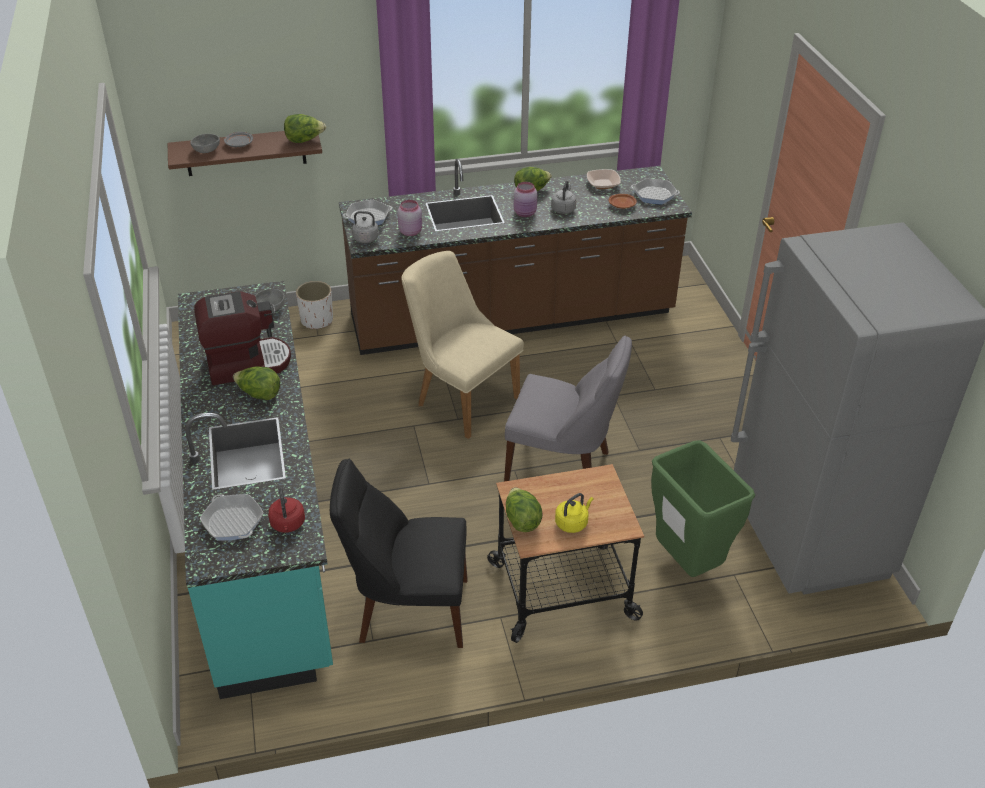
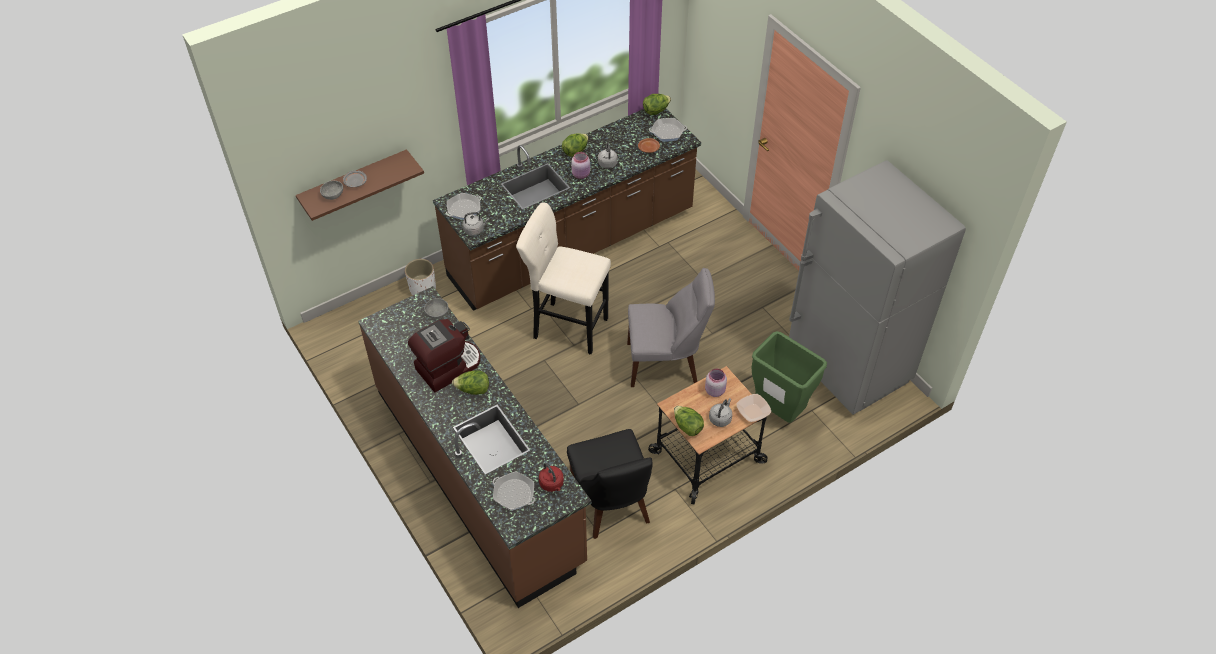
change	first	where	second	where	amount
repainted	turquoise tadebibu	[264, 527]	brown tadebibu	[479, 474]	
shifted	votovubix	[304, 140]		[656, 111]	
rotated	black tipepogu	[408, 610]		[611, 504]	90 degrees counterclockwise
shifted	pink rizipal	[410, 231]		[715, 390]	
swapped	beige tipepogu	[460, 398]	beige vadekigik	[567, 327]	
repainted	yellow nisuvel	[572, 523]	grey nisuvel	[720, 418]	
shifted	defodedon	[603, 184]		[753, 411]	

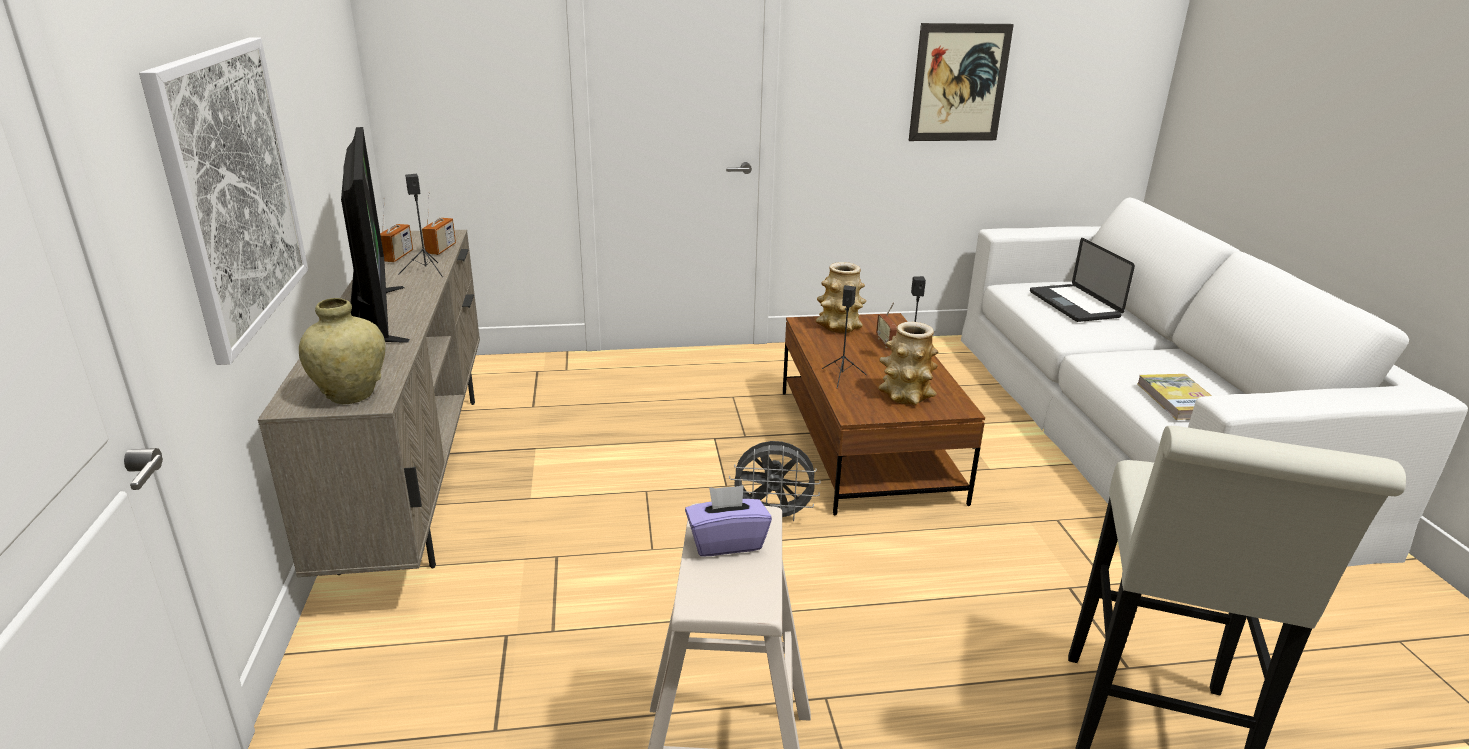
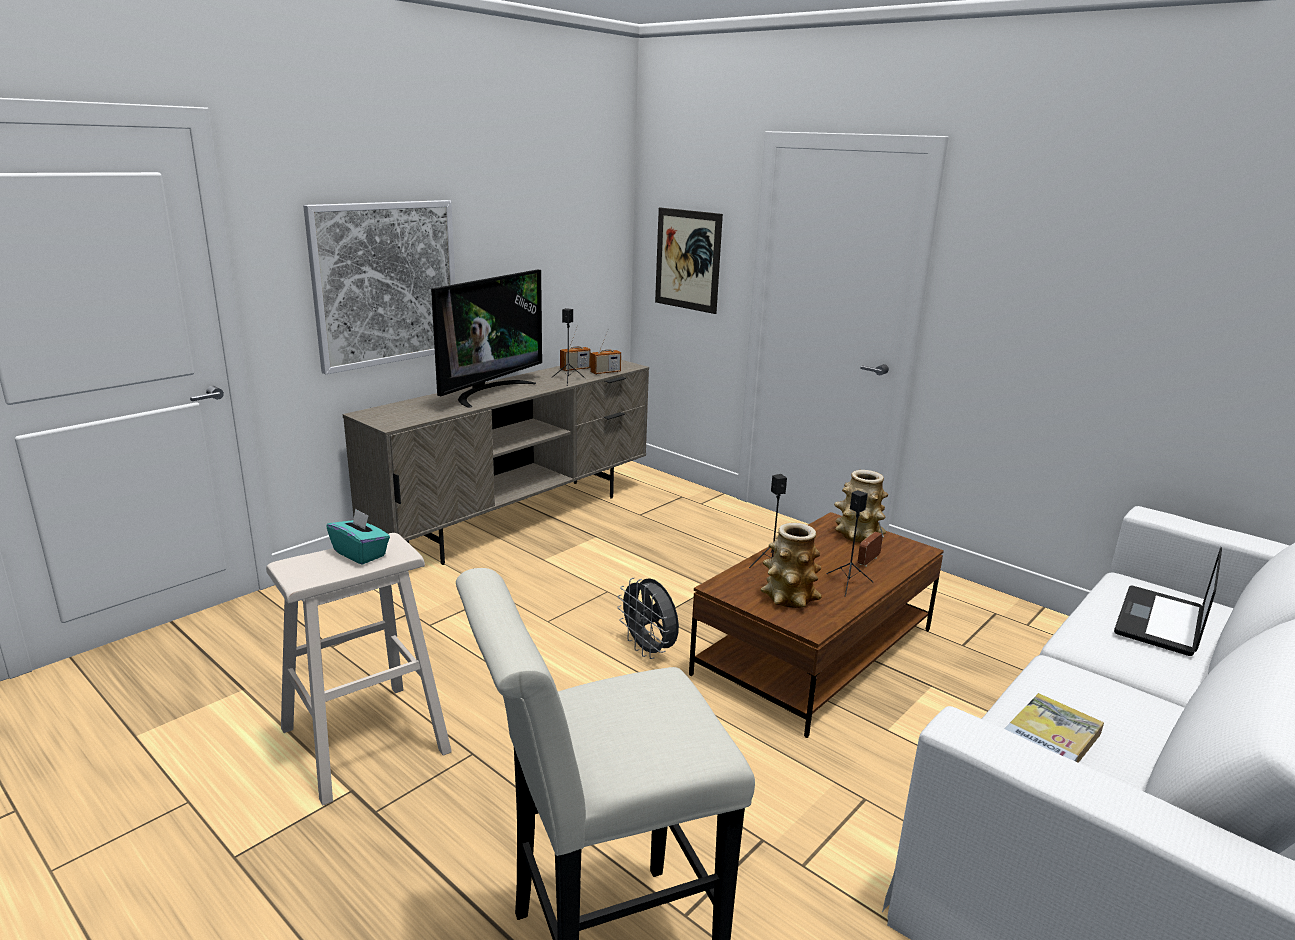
change	first	where	second	where	amount
gone	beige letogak	[351, 394]			
repainted	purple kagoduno	[726, 542]	turquoise kagoduno	[360, 553]	
shifted	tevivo	[959, 83]		[687, 260]	

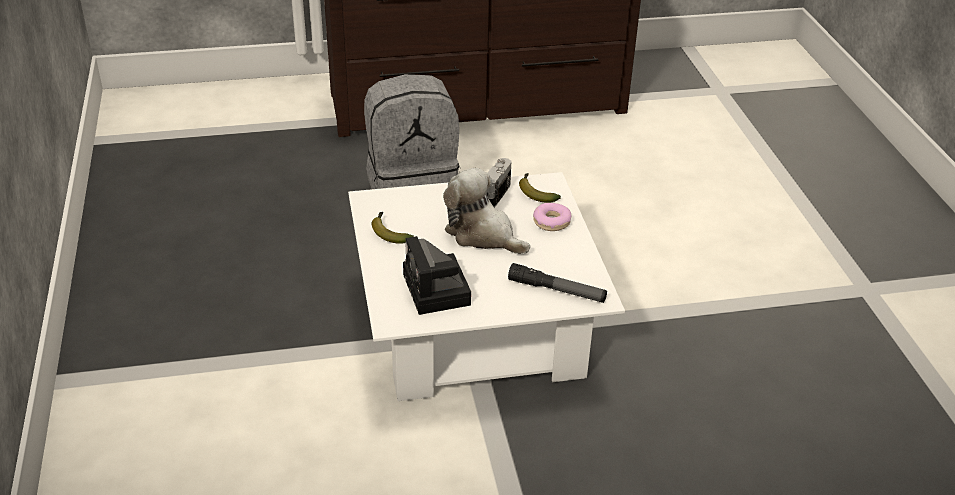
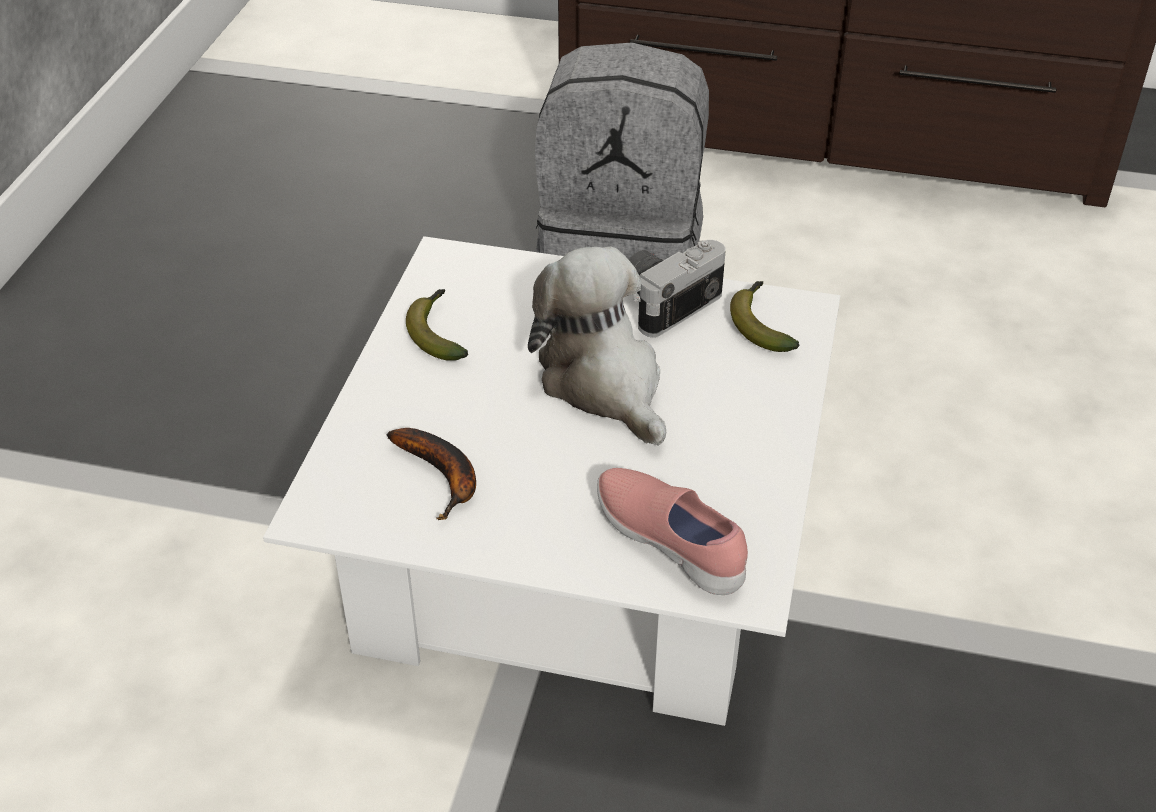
change	first	where	second	where	amount
swapped	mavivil	[438, 292]	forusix	[443, 476]	
swapped	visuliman	[557, 290]	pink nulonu	[671, 543]	
gone	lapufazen	[552, 222]			

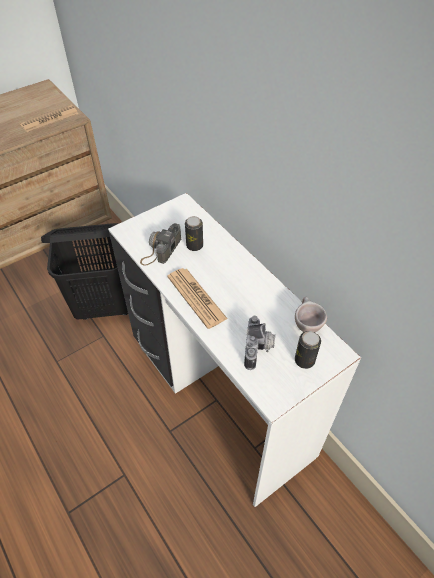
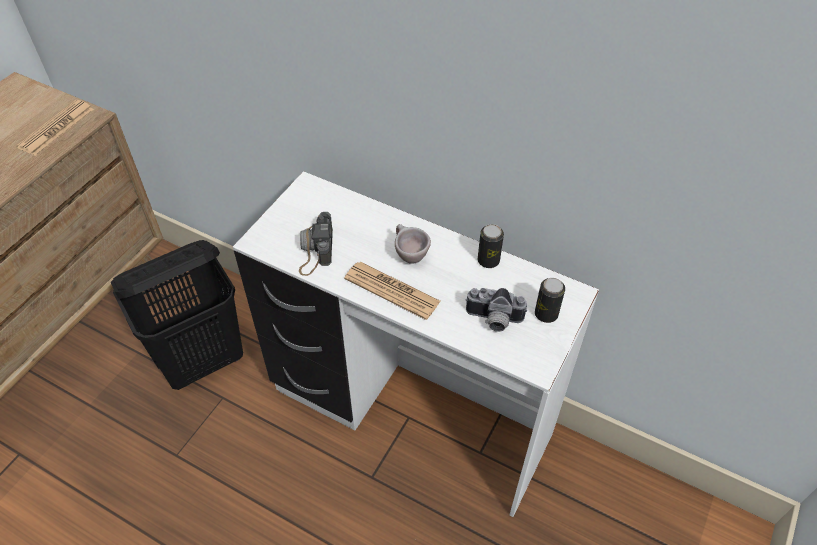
change	first	where	second	where	amount
shifted	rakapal	[194, 246]		[488, 260]	
rotated	mavivil	[259, 349]		[493, 320]	120 degrees clockwise
shifted	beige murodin	[306, 324]		[408, 255]	

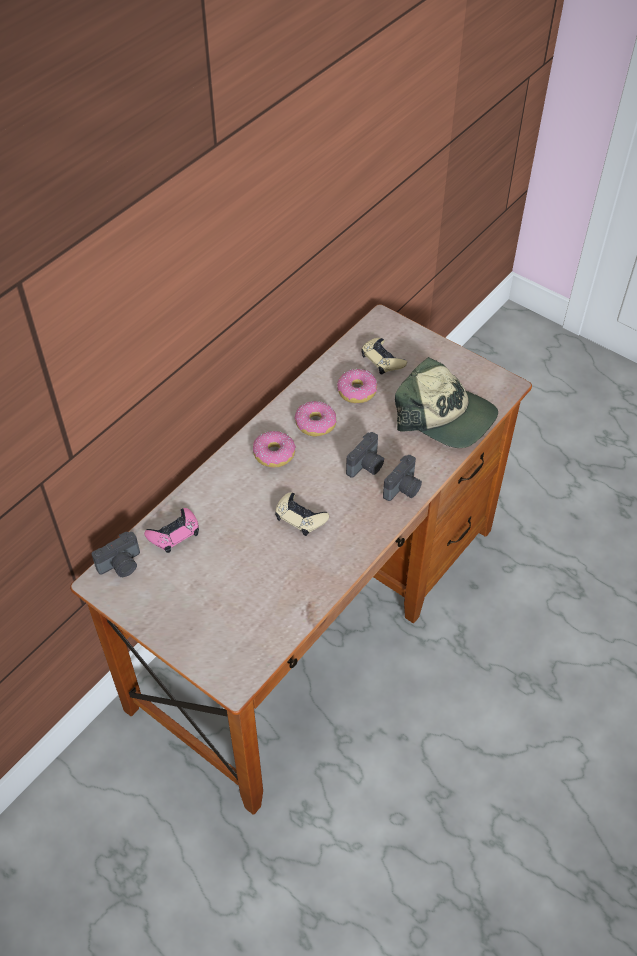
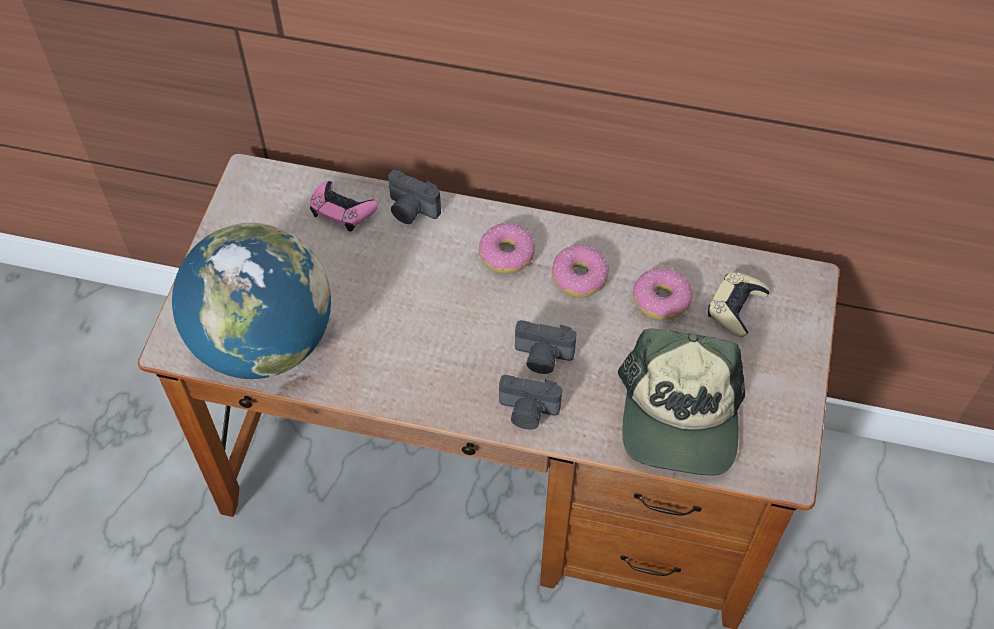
change	first	where	second	where	amount
shifted	mavivil	[121, 565]		[411, 210]	
gone	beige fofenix	[300, 517]			
new			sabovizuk	[264, 342]	

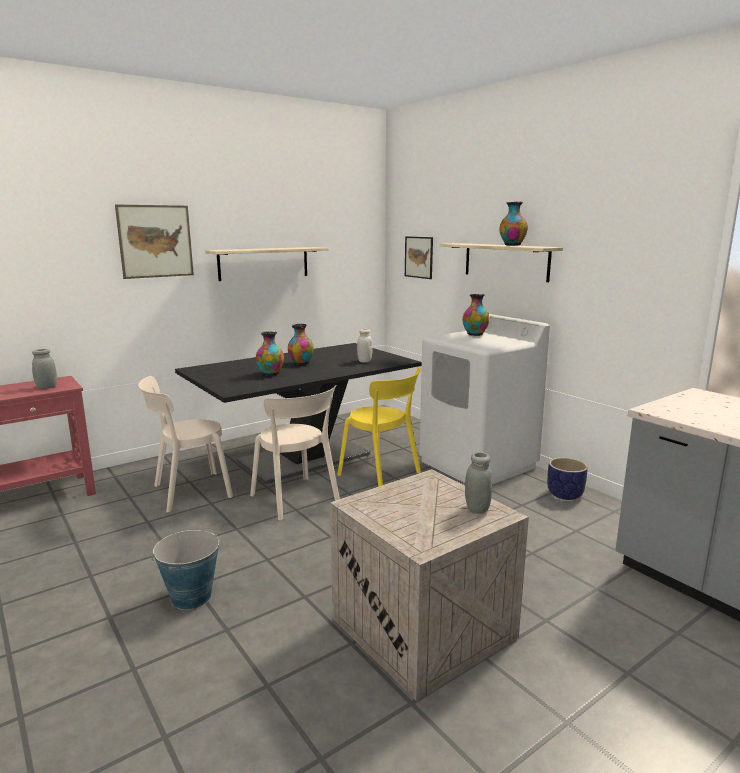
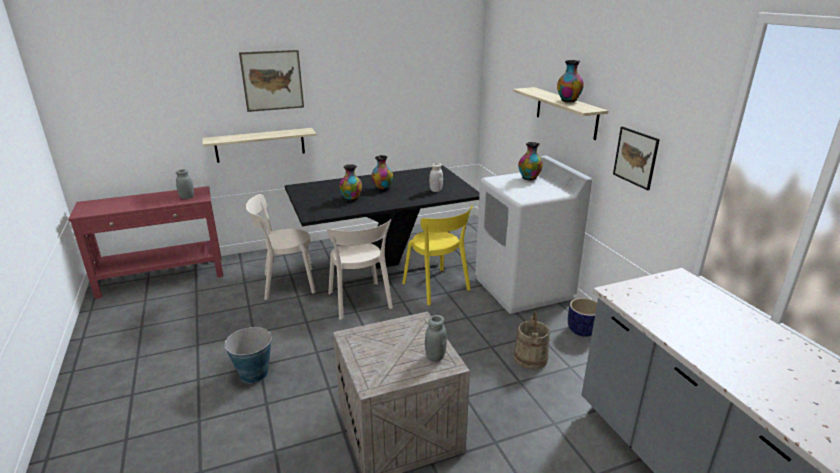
change	first	where	second	where	amount
shifted	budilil	[264, 263]		[260, 145]	
shifted	tevivo	[419, 257]		[635, 157]	
new			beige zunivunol	[530, 358]	

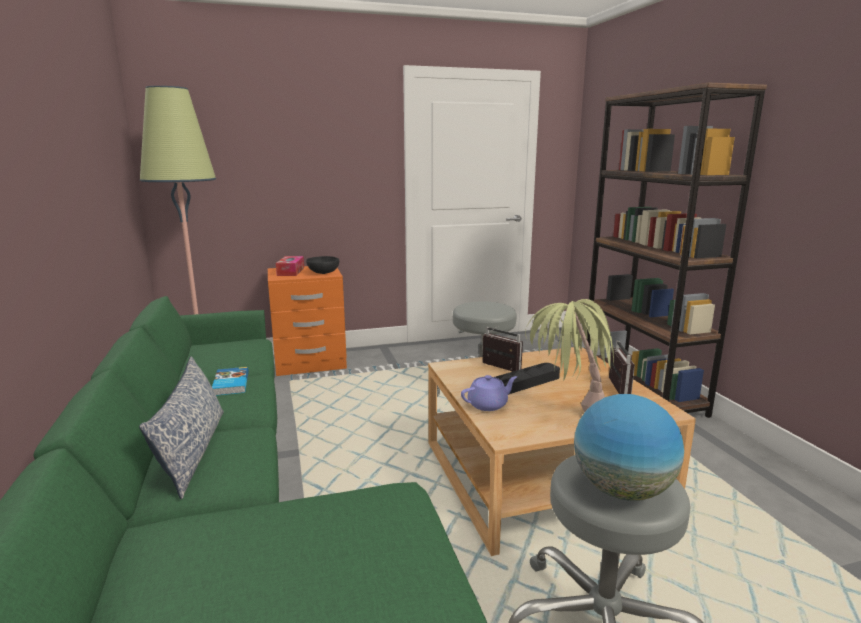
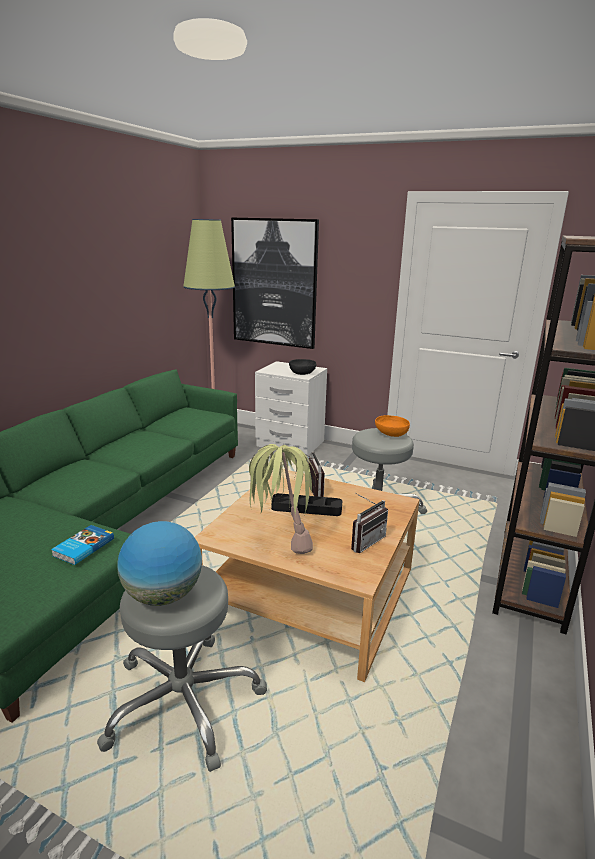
change	first	where	second	where	amount
gone	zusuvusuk	[193, 450]			
shifted	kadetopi	[230, 384]		[82, 547]	
repainted	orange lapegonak	[310, 363]	white lapegonak	[290, 444]	
gone	kagoduno	[290, 271]			
gone	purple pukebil	[488, 405]			
new			tevivo	[274, 283]	
new			orange defodedon	[390, 434]	

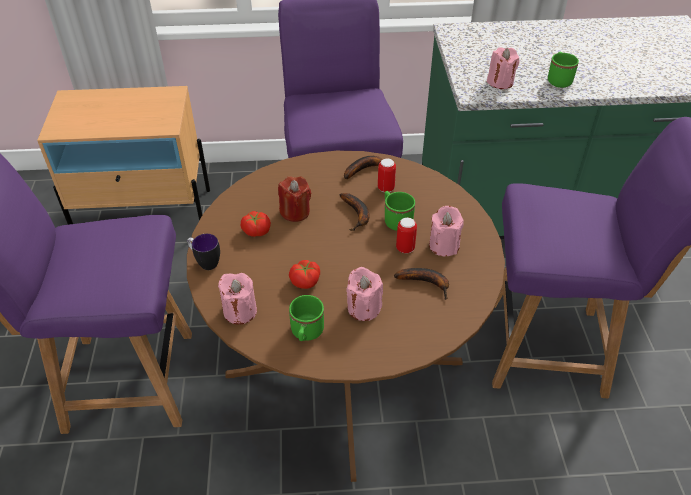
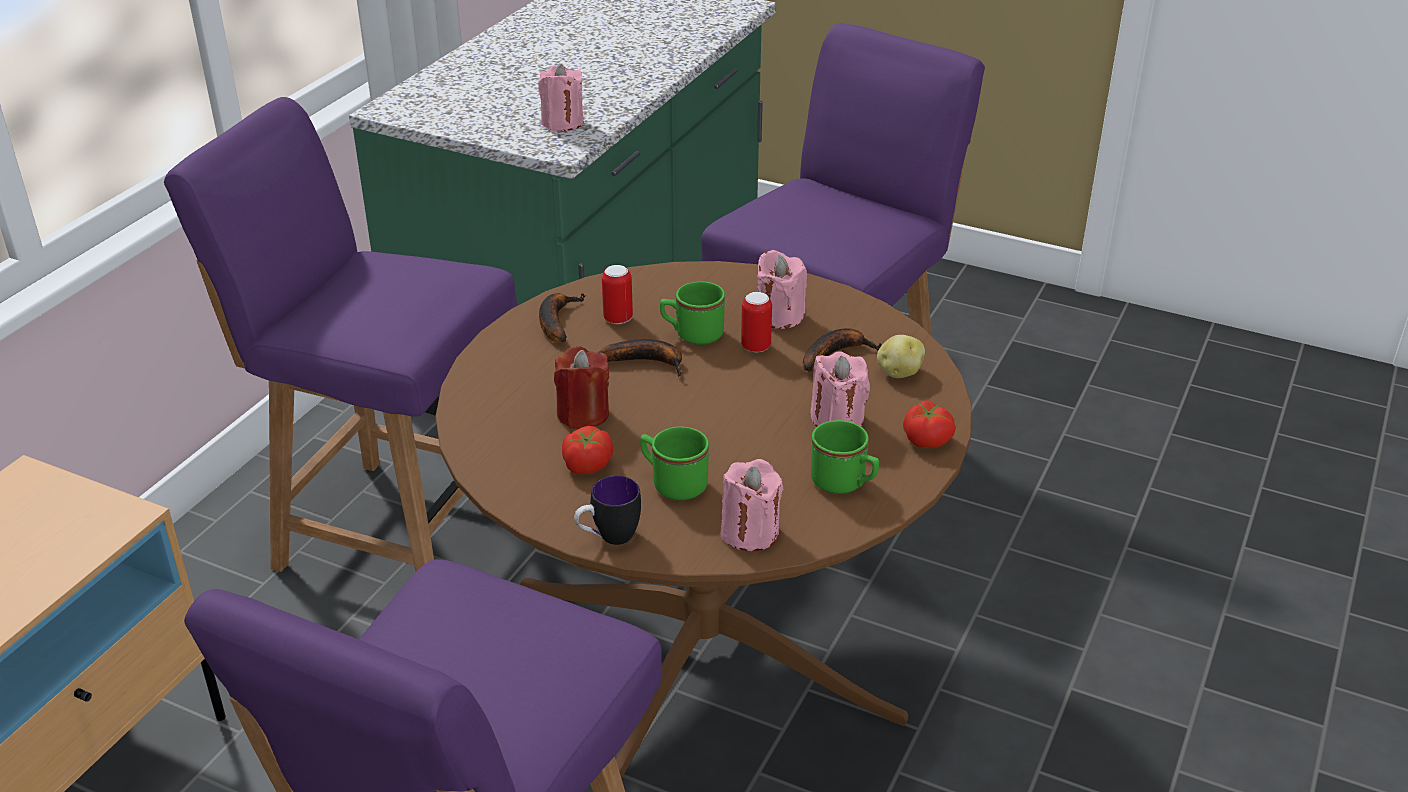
change	first	where	second	where	amount
shifted	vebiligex	[305, 281]		[927, 439]	
shifted	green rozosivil	[558, 79]		[673, 483]	
new			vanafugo	[899, 372]	

